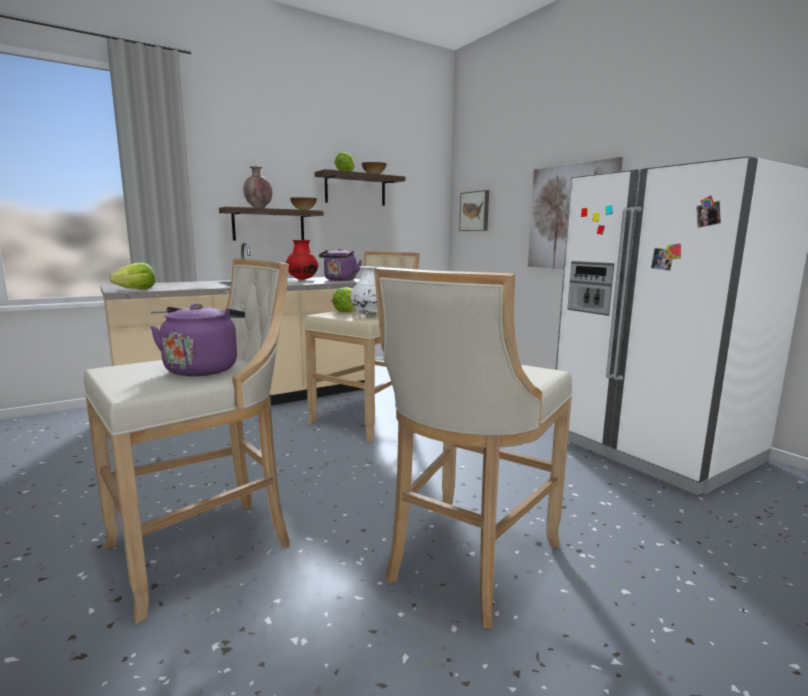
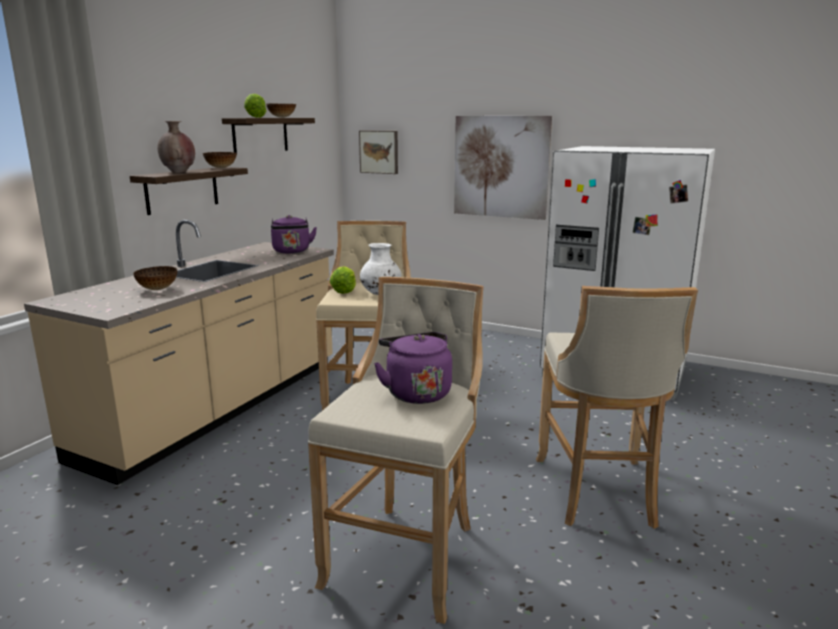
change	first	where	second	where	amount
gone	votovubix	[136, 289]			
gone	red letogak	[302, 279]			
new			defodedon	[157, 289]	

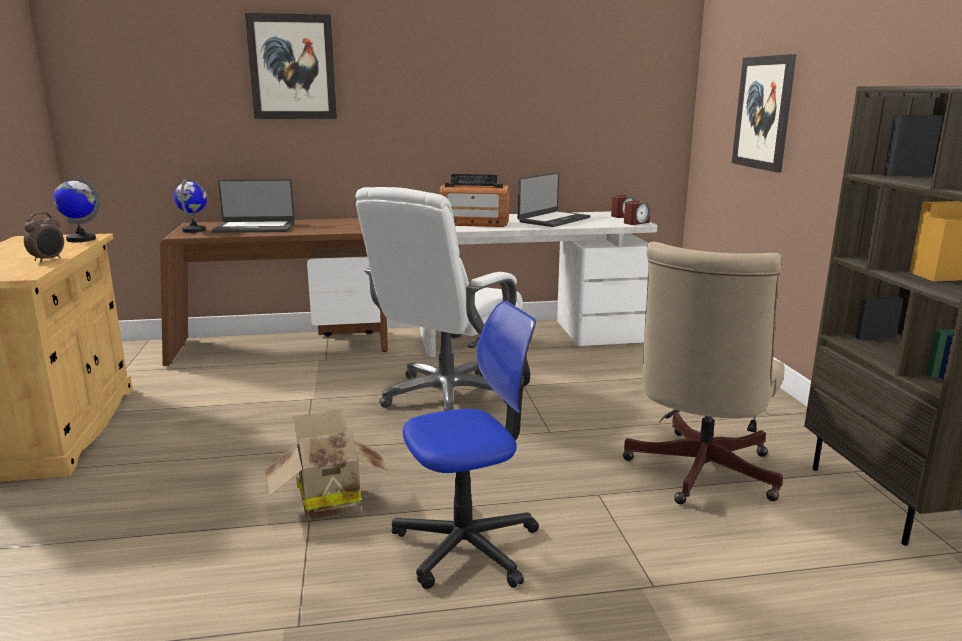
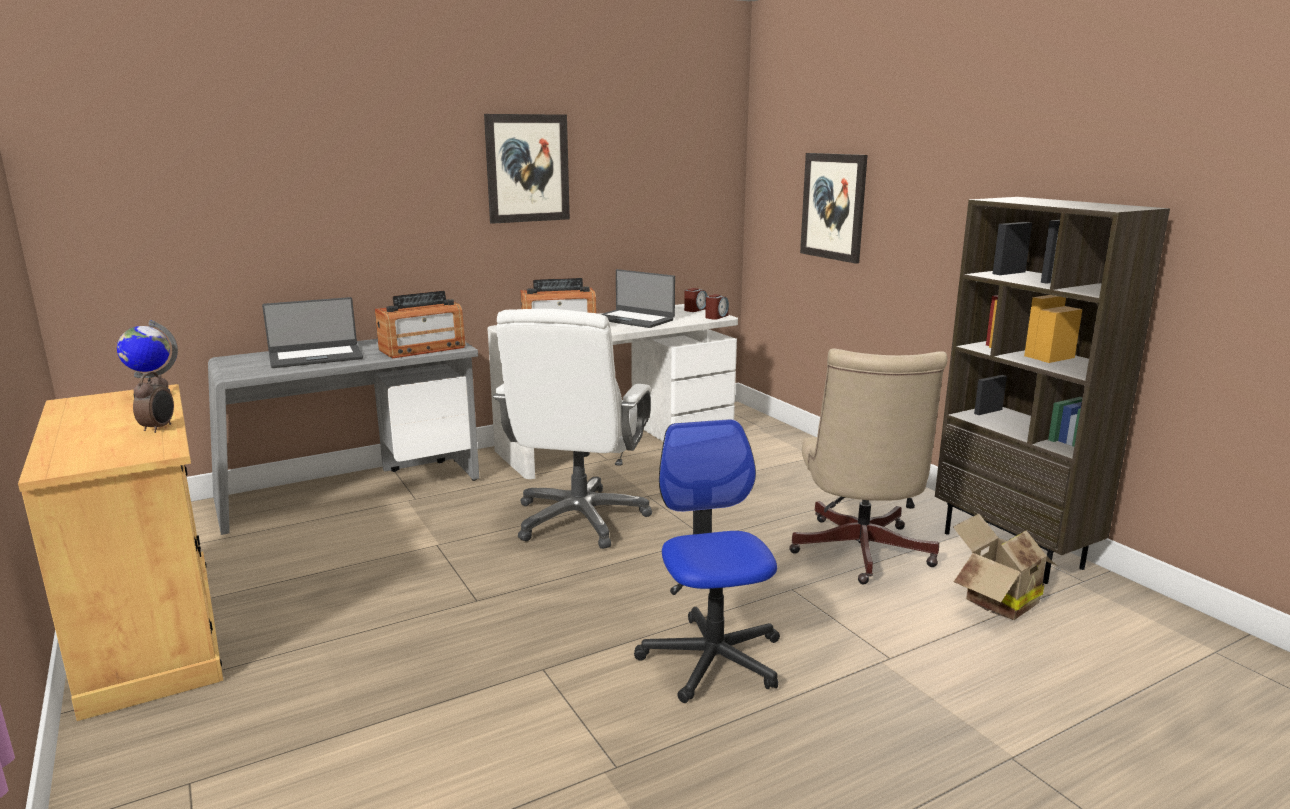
change	first	where	second	where	amount
repainted	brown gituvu	[283, 347]	grey gituvu	[353, 491]	
gone	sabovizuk	[194, 230]			
shifted	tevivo	[292, 67]		[527, 168]	
shifted	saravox	[327, 501]		[995, 601]	
rotated	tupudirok	[467, 545]		[712, 659]	60 degrees counterclockwise
rotated	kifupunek	[553, 220]		[633, 319]	105 degrees clockwise
new			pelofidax	[422, 349]	

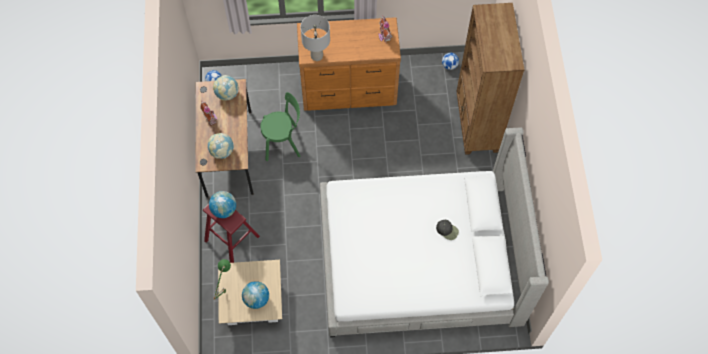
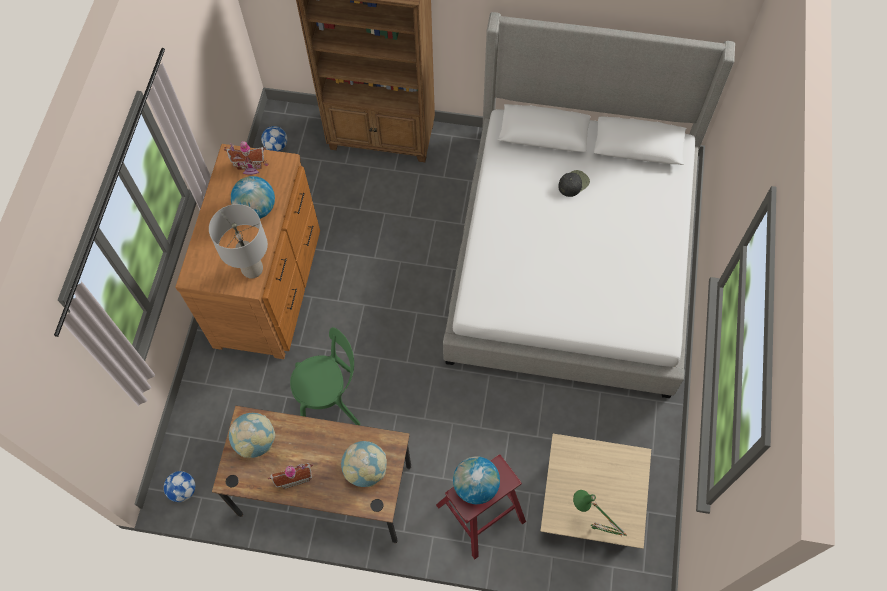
change	first	where	second	where	amount
shifted	sabovizuk	[256, 299]		[256, 209]	
rotated	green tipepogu	[283, 142]		[332, 400]	75 degrees clockwise

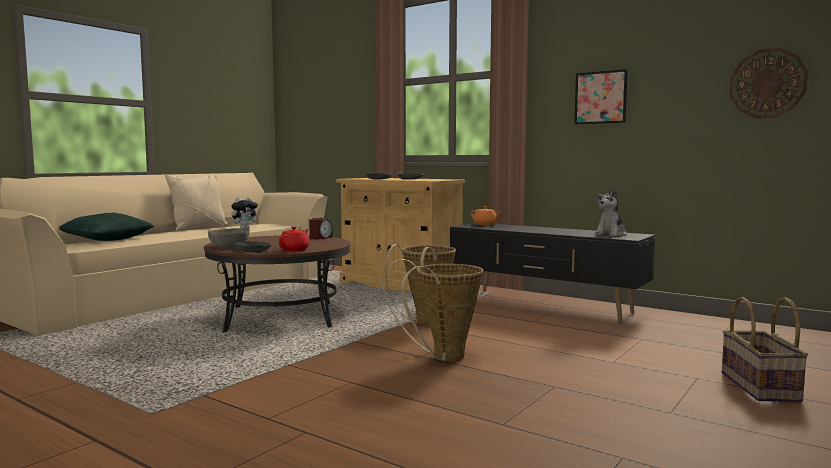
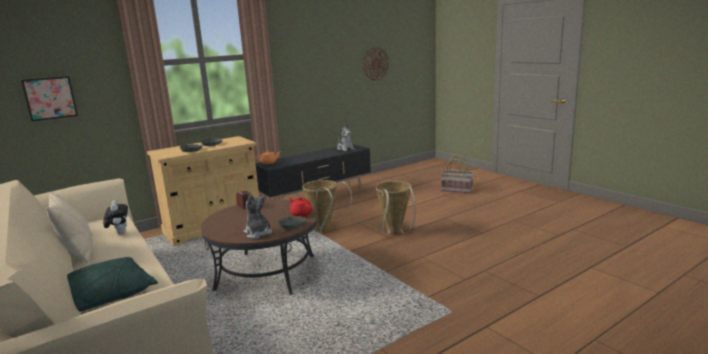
change	first	where	second	where	amount
swapped	grey defodedon	[229, 246]	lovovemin	[258, 233]	
shifted	tevivo	[600, 97]		[50, 98]	

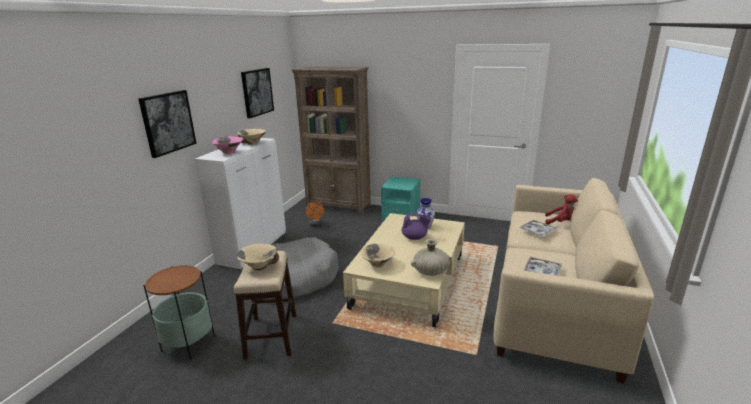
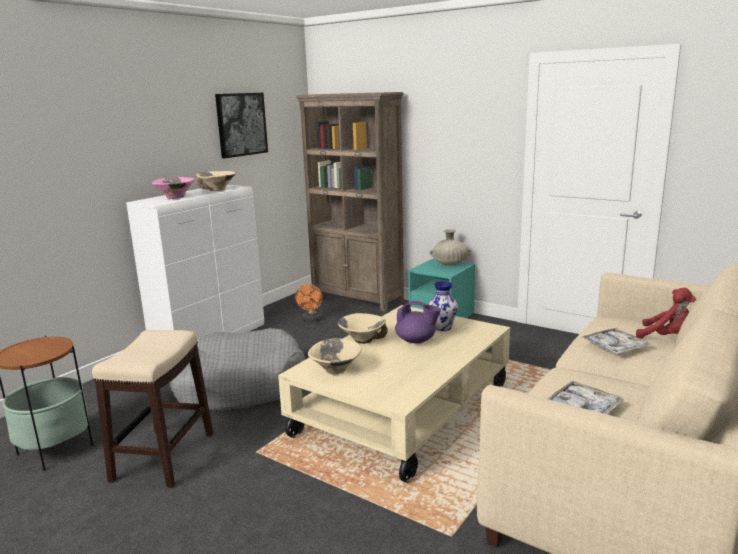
change	first	where	second	where	amount
gone	tevivo	[168, 122]			
shifted	beige defodedon	[259, 267]		[362, 340]	
shifted	beige letogak	[431, 272]		[450, 264]	

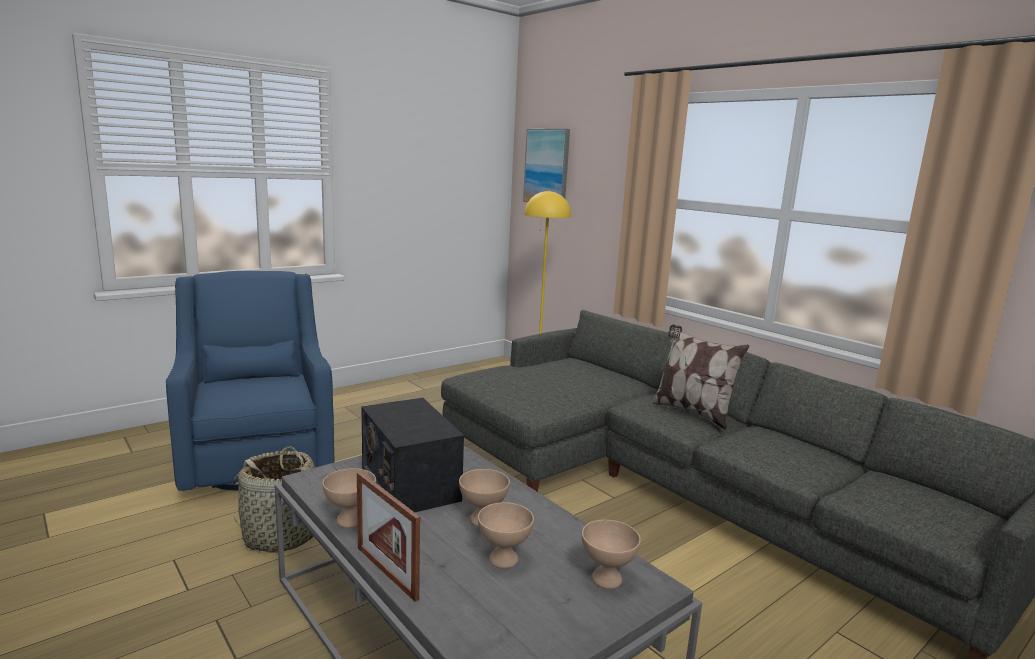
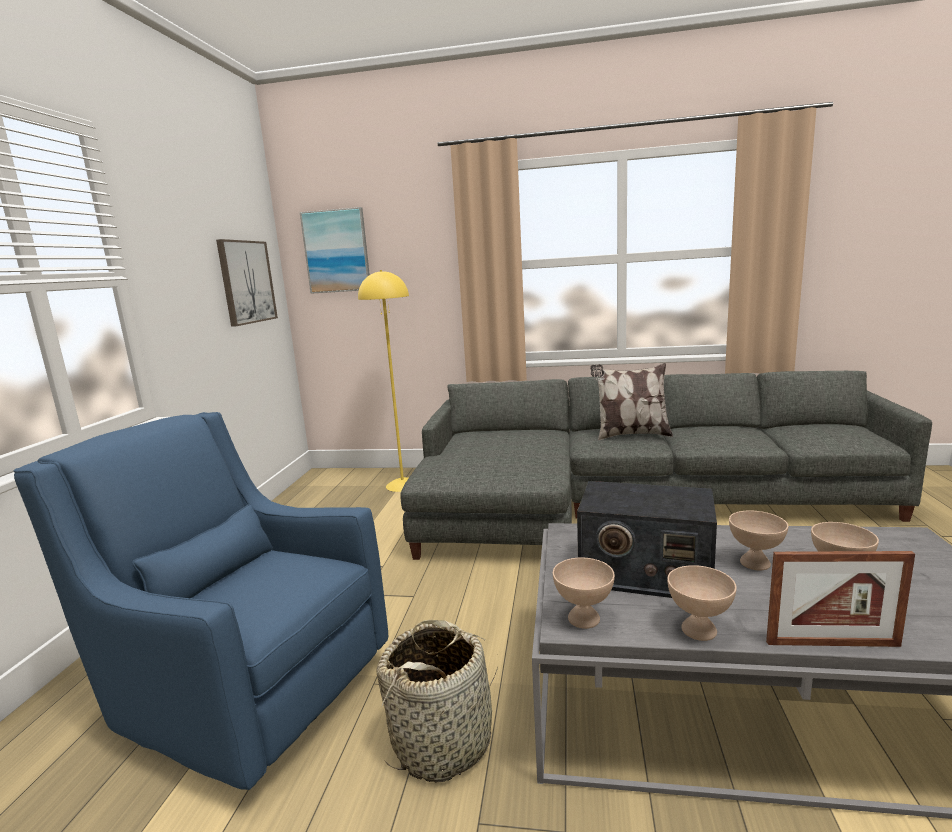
change	first	where	second	where	amount
shifted	beige defodedon	[605, 579]		[582, 619]	
new			tevivo	[246, 282]	

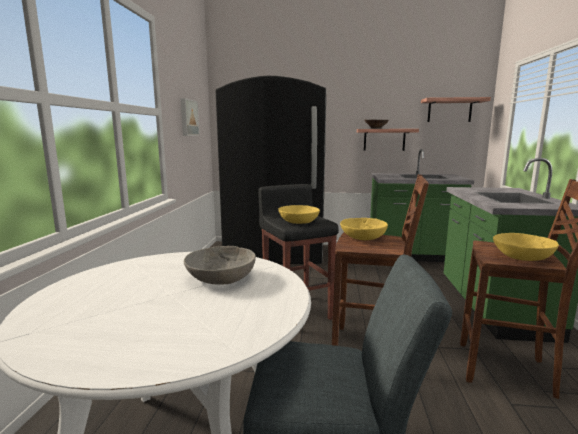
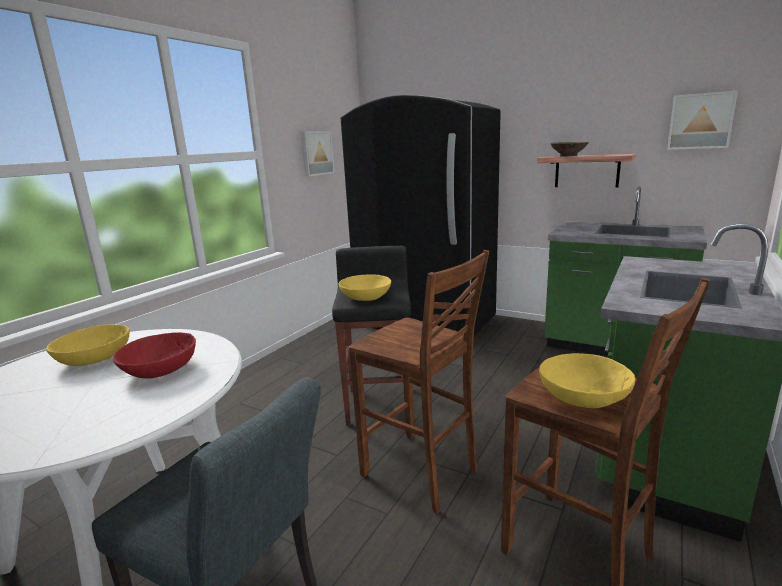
change	first	where	second	where	amount
repainted	grey defodedon	[220, 278]	red defodedon	[160, 369]	
shifted	yellow defodedon	[362, 237]		[95, 358]	
swapped	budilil	[449, 110]	tevivo	[700, 121]	

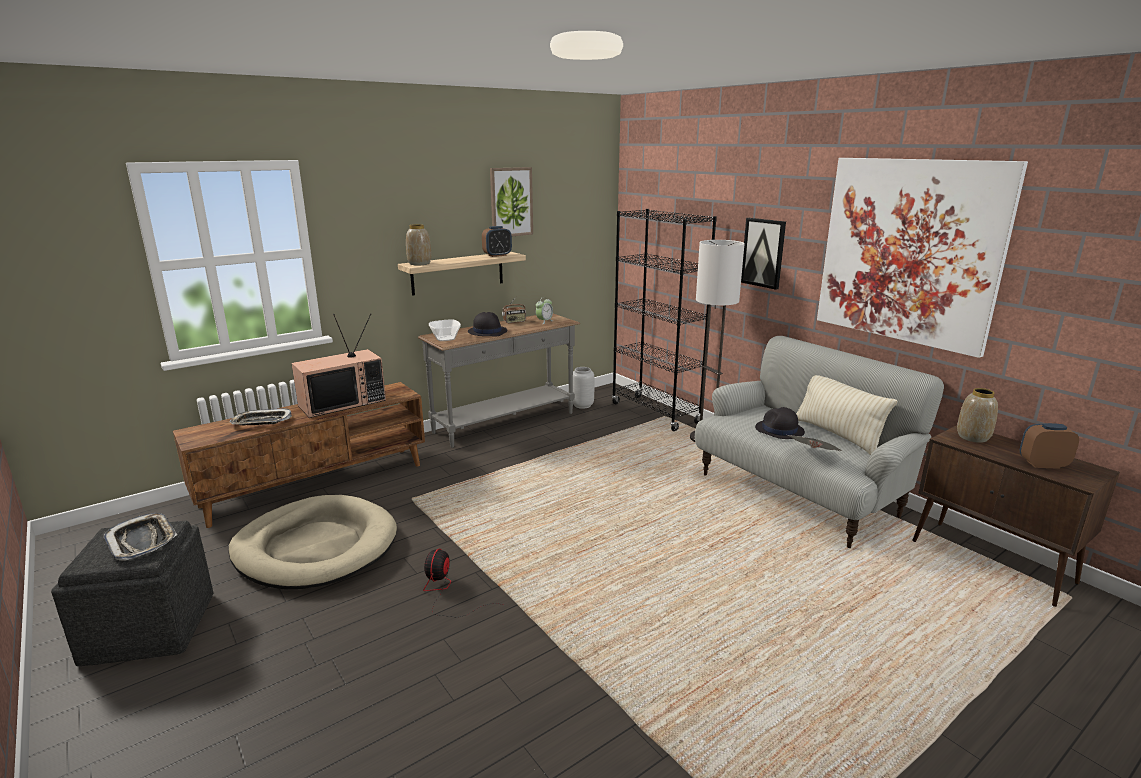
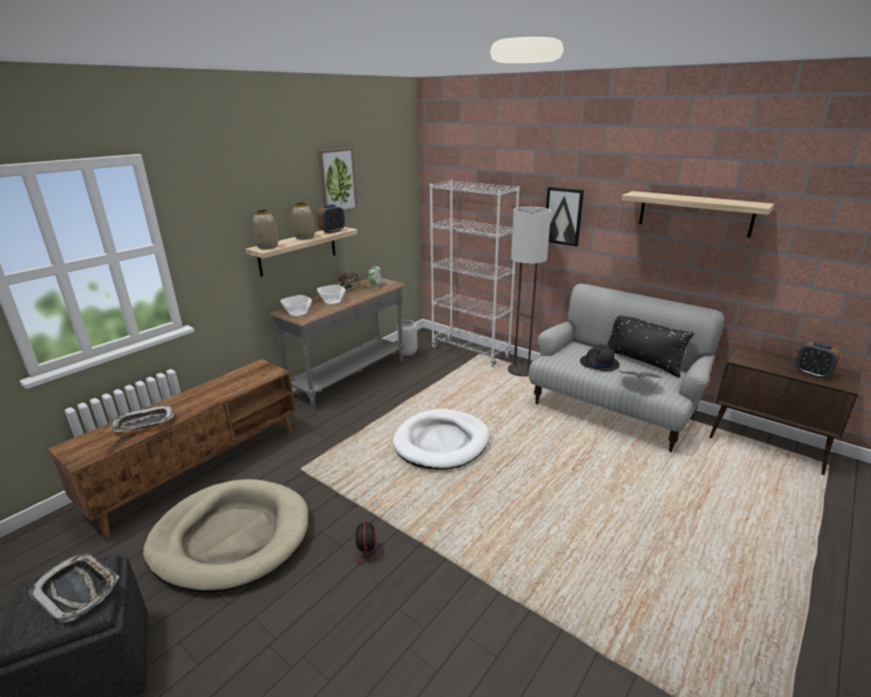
change	first	where	second	where	amount
gone	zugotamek	[343, 402]			
swapped	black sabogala	[487, 331]	defodedon	[331, 302]	
repainted	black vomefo	[655, 413]	white vomefo	[470, 352]	
repainted	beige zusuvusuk	[837, 435]	black zusuvusuk	[642, 362]	
swapped	tevivo	[909, 251]	budilil	[695, 213]	
shifted	letogak	[973, 437]		[305, 237]	
rotated	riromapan	[1043, 464]		[812, 373]	120 degrees counterclockwise
new			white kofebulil	[442, 442]	

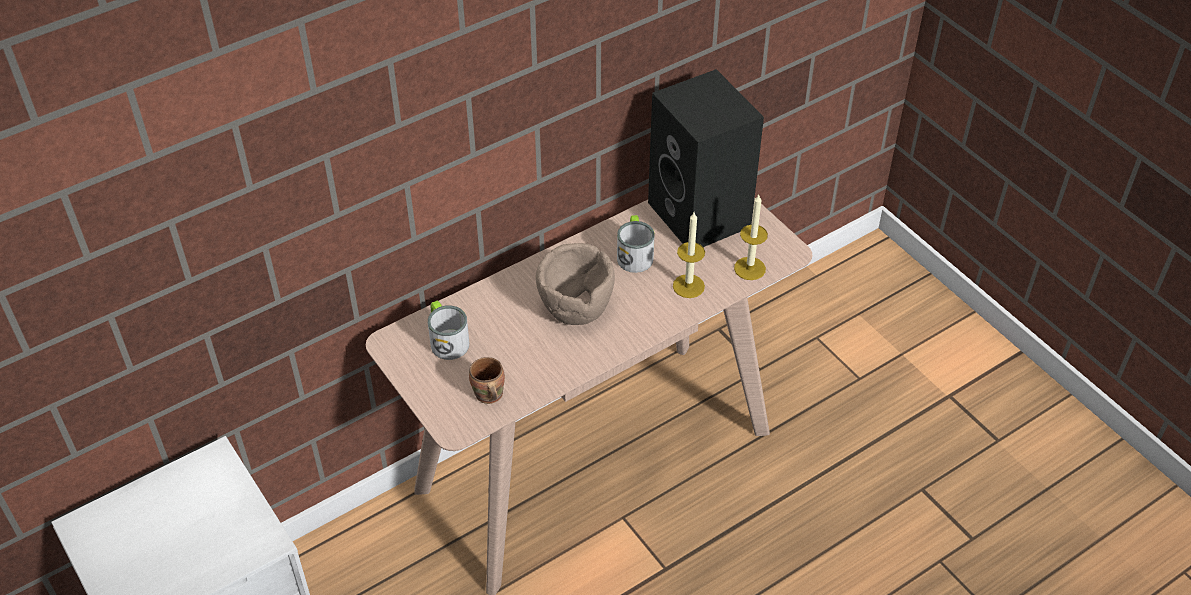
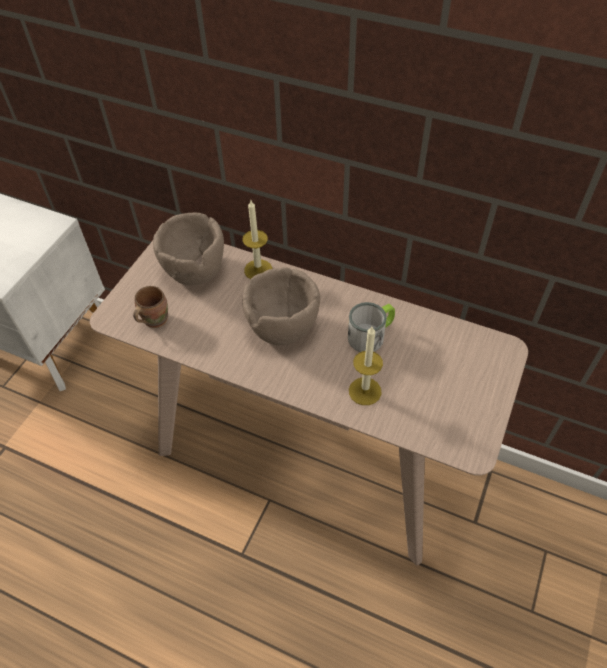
change	first	where	second	where	amount
swapped	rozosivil	[446, 339]	brown defodedon	[195, 269]	
gone	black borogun	[702, 215]			
shifted	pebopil	[749, 268]		[258, 270]	

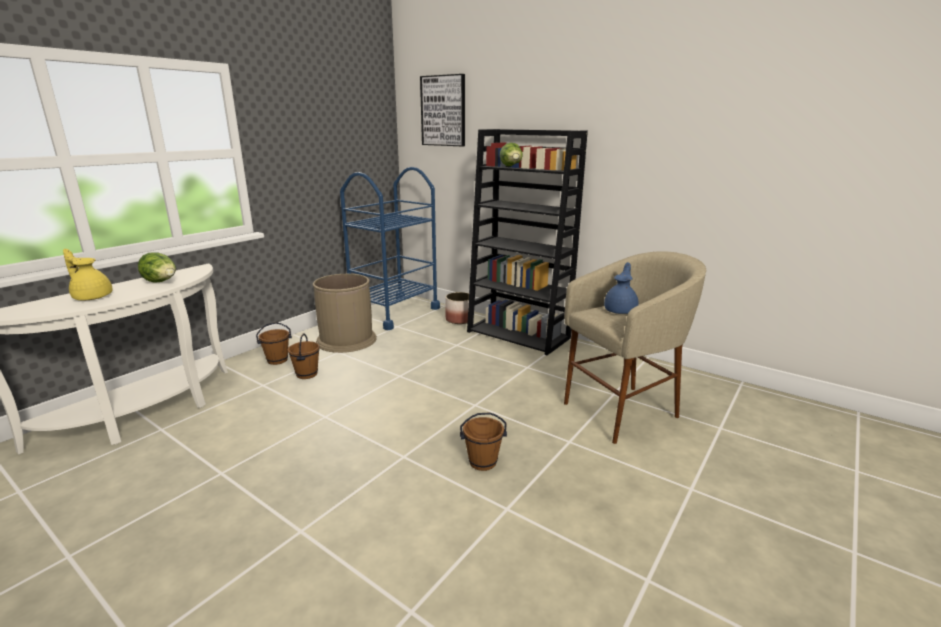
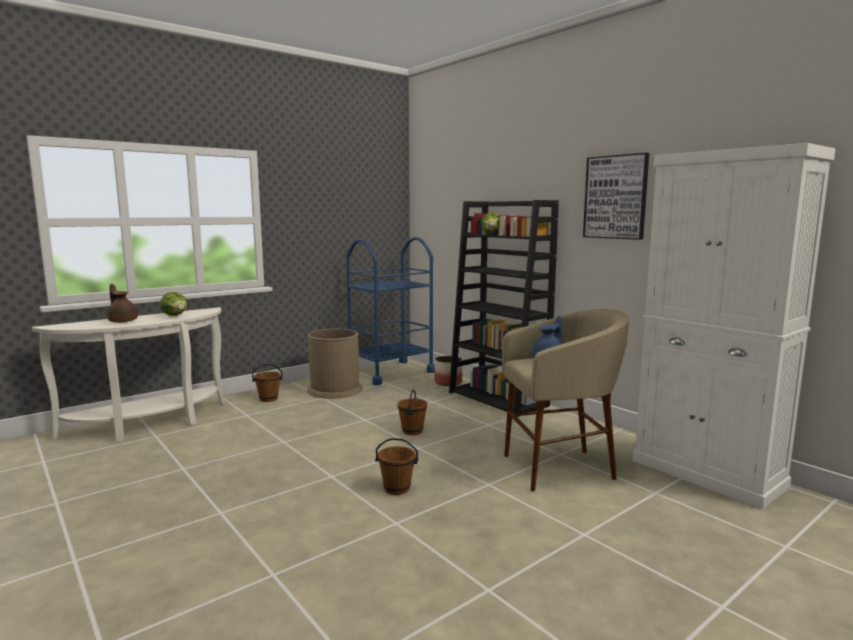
change	first	where	second	where	amount
repainted	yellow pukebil	[92, 297]	brown pukebil	[123, 321]	
shifted	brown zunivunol	[306, 374]		[412, 431]	
shifted	tevivo	[443, 111]		[615, 197]	
new			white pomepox	[707, 473]	

